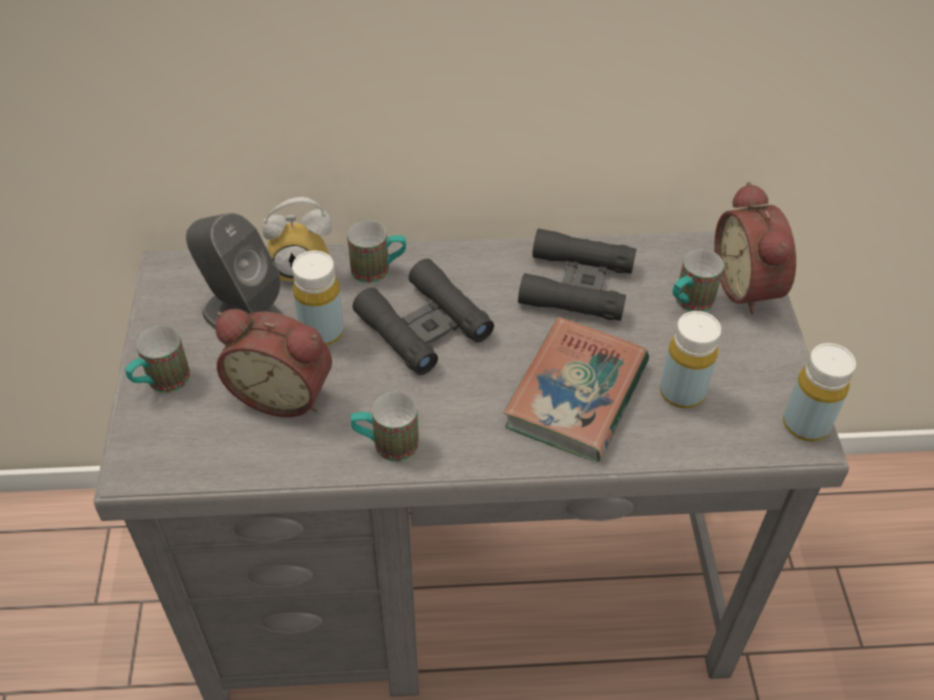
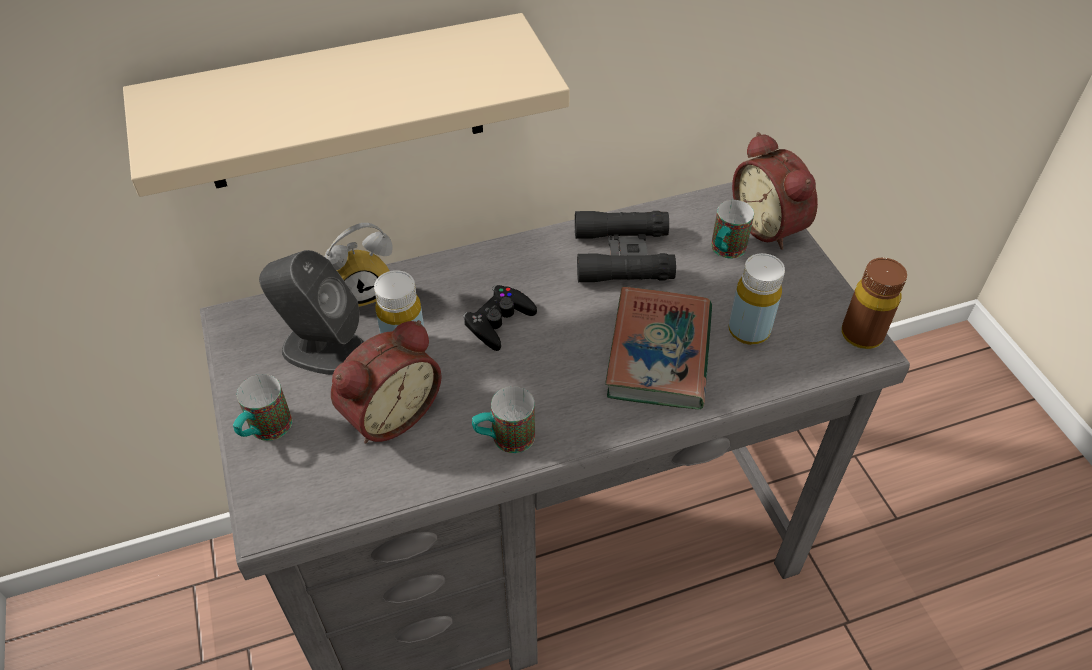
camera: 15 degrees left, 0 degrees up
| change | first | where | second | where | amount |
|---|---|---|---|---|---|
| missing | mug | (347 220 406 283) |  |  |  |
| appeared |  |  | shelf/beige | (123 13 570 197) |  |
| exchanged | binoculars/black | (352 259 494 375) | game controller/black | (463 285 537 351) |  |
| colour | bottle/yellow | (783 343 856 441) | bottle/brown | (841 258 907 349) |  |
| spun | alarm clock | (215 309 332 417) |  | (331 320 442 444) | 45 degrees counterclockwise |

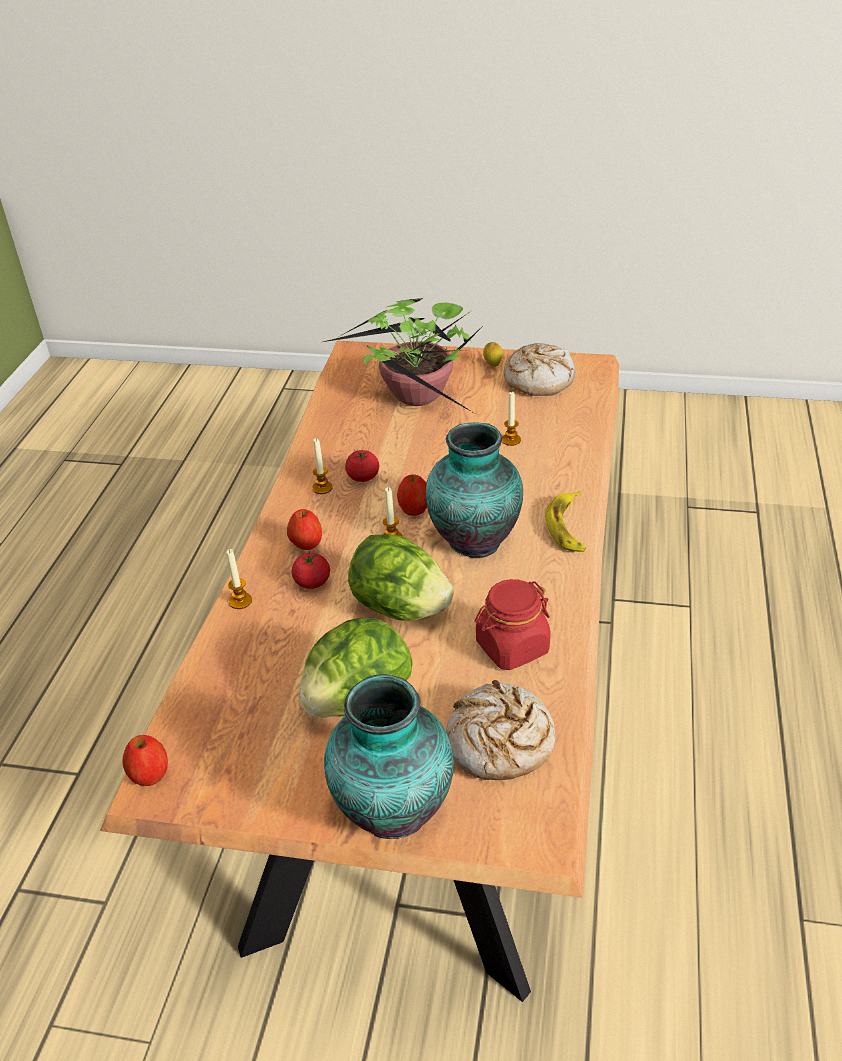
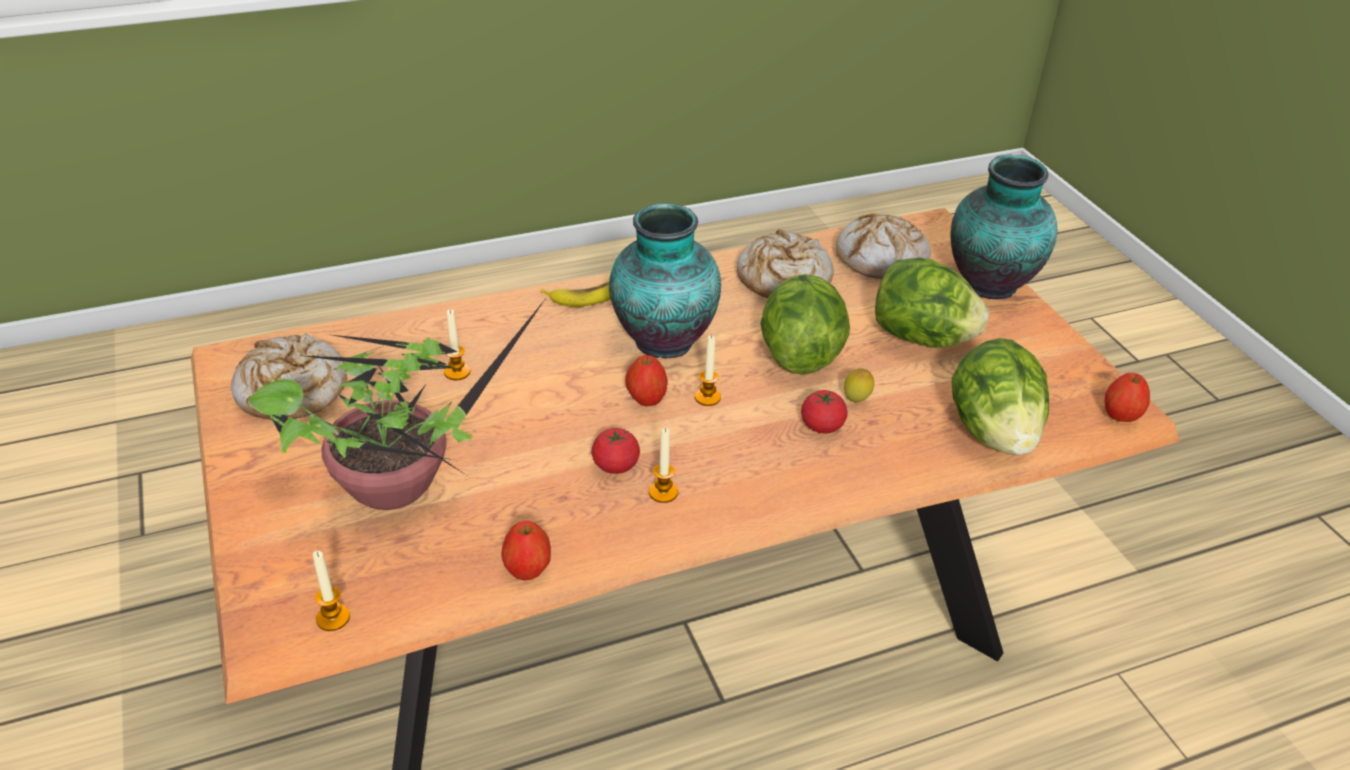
camera: 125 degrees left, 0 degrees up
| change | first | where | second | where | amount |
|---|---|---|---|---|---|
| appeared |  |  | lettuce | (952 338 1049 455) |  |
| relocated | candle | (227 549 252 609) |  | (313 551 350 631) |  |
| relocated | apple | (287 509 322 550) |  | (502 521 551 580) |  |
| relocated | lemon | (483 342 503 367) |  | (844 368 874 402) |  |
| exchanged | jar/red | (475 579 550 670) | bread | (737 229 834 298) |  |

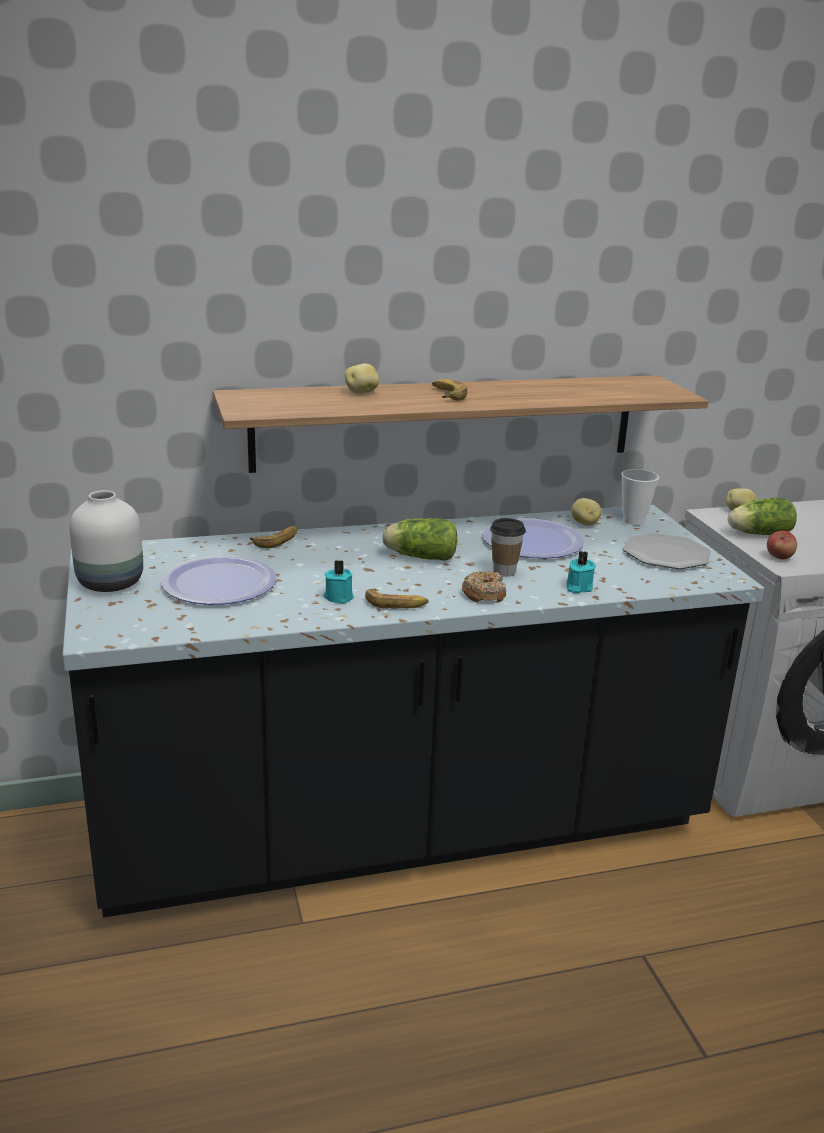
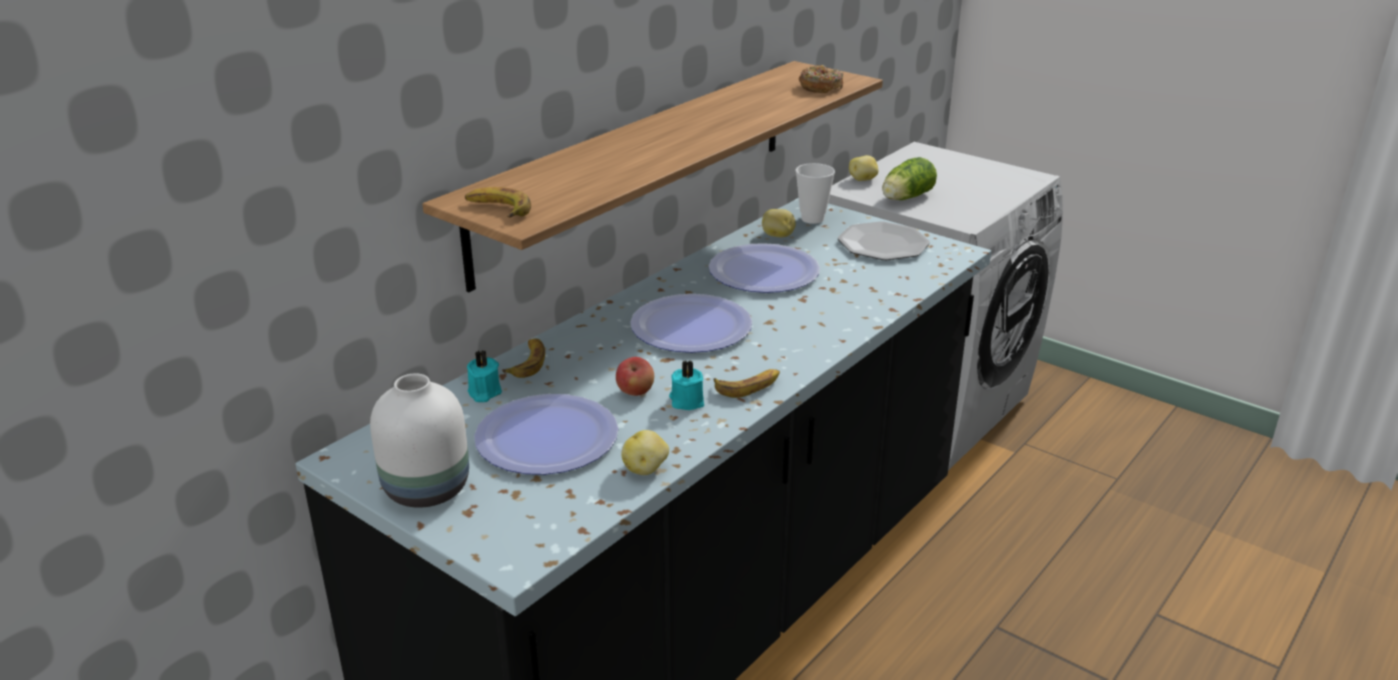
camera: 35 degrees left, 5 degrees up
| change | first | where | second | where | amount |
|---|---|---|---|---|---|
| missing | cup | (490 518 526 577) |  |  |  |
| relocated | potato | (345 363 379 394) |  | (621 430 669 475) |  |
| relocated | banana | (432 379 468 401) |  | (465 187 531 218) |  |
| relocated | donut | (462 571 506 603) |  | (799 65 843 93) |  |
| relocated | candle/turquoise | (566 551 596 594) |  | (467 350 502 402) |  |
| relocated | apple | (767 531 797 559) |  | (616 357 654 396) |  |
| exchanged | lettuce | (382 518 458 561) | plate | (630 294 752 353) |  |

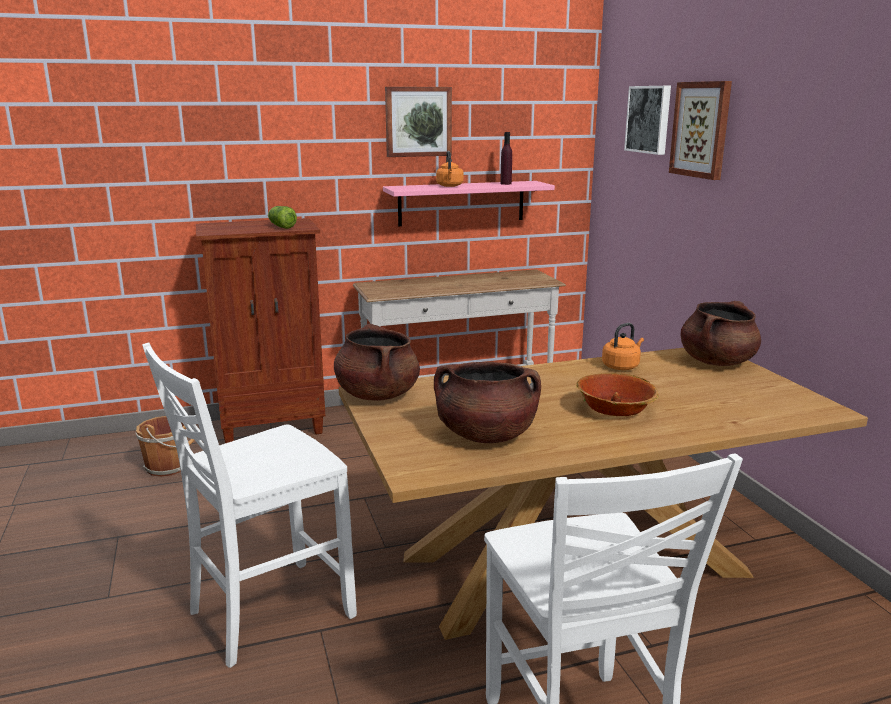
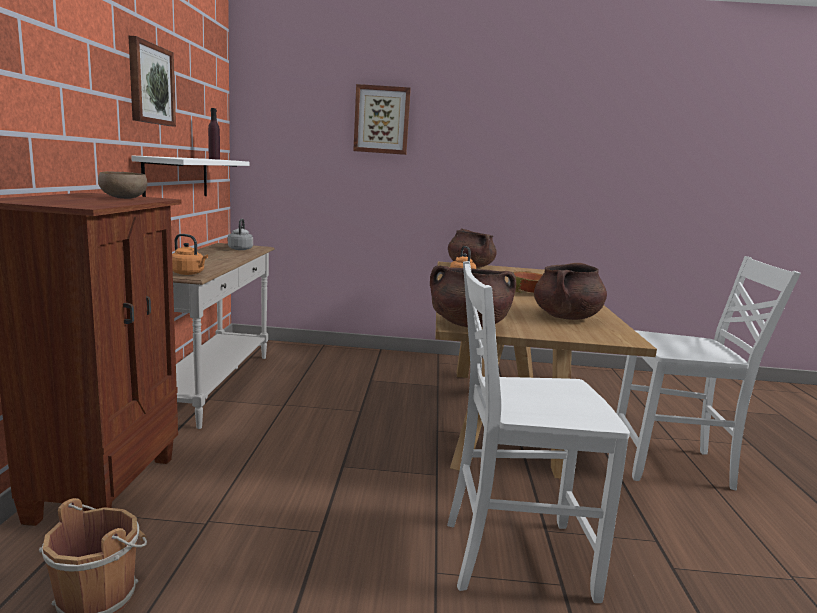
camera: 70 degrees left, 5 degrees down
| change | first | where | second | where | amount |
|---|---|---|---|---|---|
| missing | picture | (624 86 671 155) |  |  |  |
| appeared |  |  | kettle/grey | (228 219 253 250) |  |
| relocated | kettle/orange | (436 151 464 187) |  | (172 234 208 275) |  |
| exchanged | lettuce | (268 206 297 229) | bowl/brown | (98 171 147 199) |  |
| colour | shelf/pink | (383 181 555 226) | shelf/white | (131 155 249 197) |  |
| spun | chair/white | (142 342 357 668) |  | (447 261 630 603) | 105 degrees clockwise |

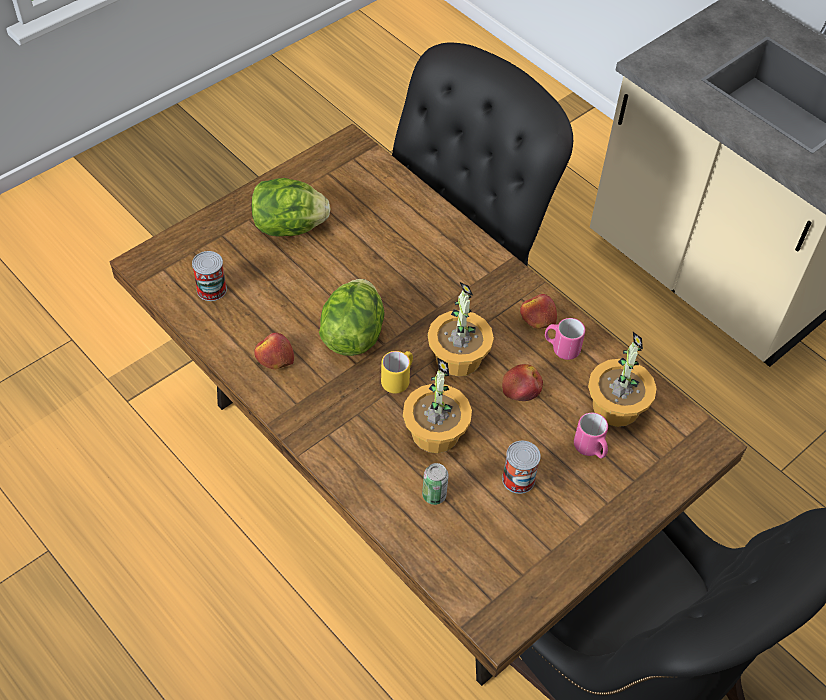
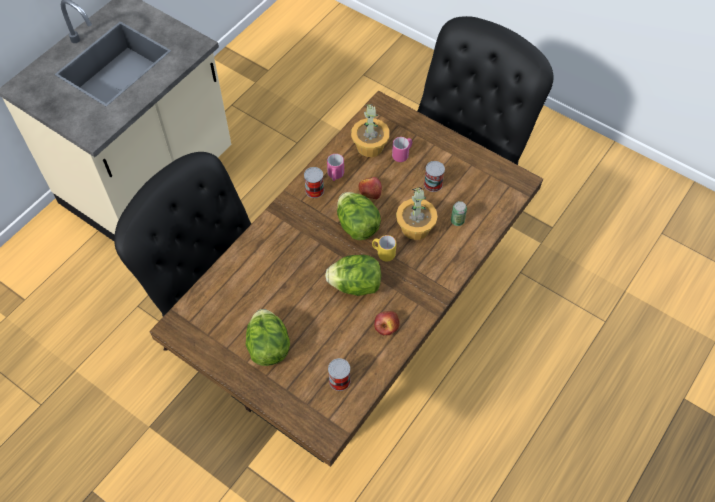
camera: 100 degrees left, 5 degrees up
| change | first | where | second | where | amount |
|---|---|---|---|---|---|
| exchanged | potted plant | (428 282 494 376) | lettuce | (337 192 381 240) |  |
| exchanged | apple | (520 294 557 329) | can | (304 167 324 198) |  |

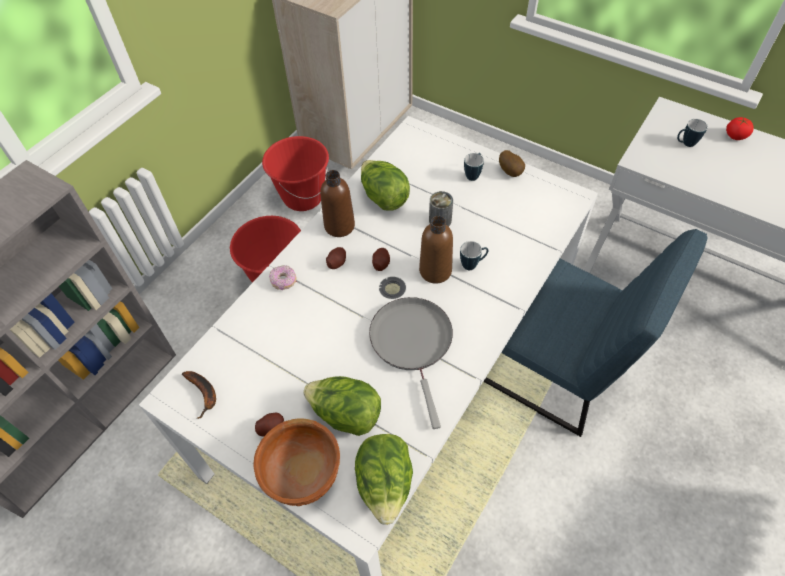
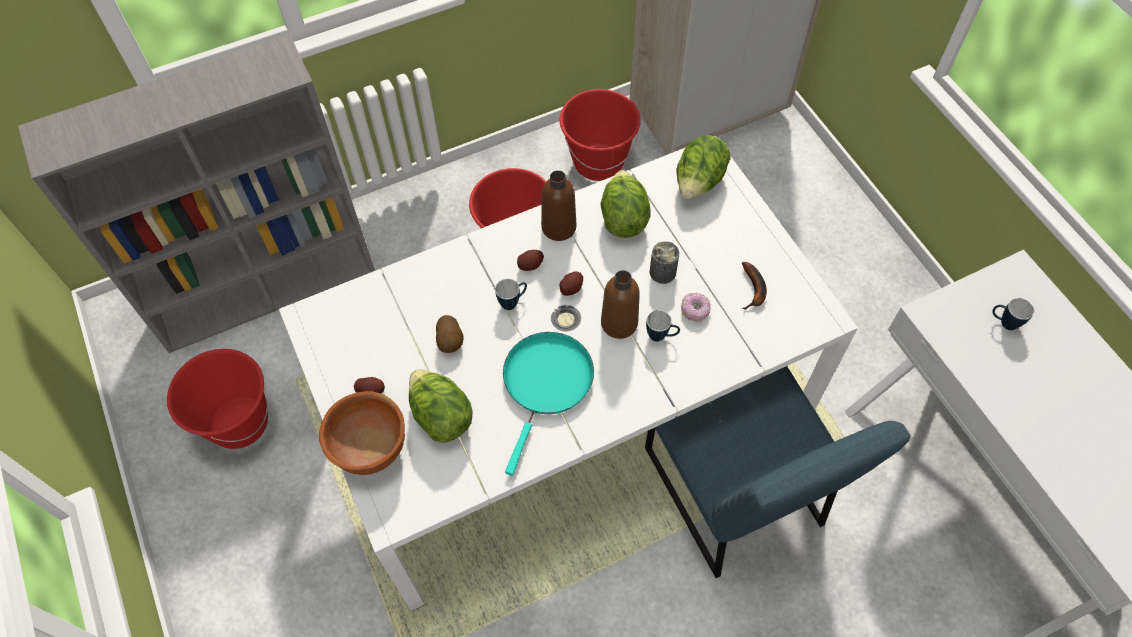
camera: 30 degrees right, 5 degrees up
| change | first | where | second | where | amount |
|---|---|---|---|---|---|
| missing | tomato | (726 117 754 140) |  |  |  |
| appeared |  |  | bucket/red | (167 349 268 449) |  |
| relocated | banana | (181 371 216 419) |  | (742 262 767 310) |  |
| relocated | donut | (269 265 296 291) |  | (681 293 711 321) |  |
| relocated | lettuce | (355 434 413 525) |  | (677 135 731 199) |  |
| relocated | mug | (464 153 484 181) |  | (495 279 527 310) |  |
| relocated | potato | (499 150 525 177) |  | (436 315 464 353) |  |
| colour | frying pan/grey | (369 297 453 429) | frying pan/turquoise | (503 332 594 476) |  |

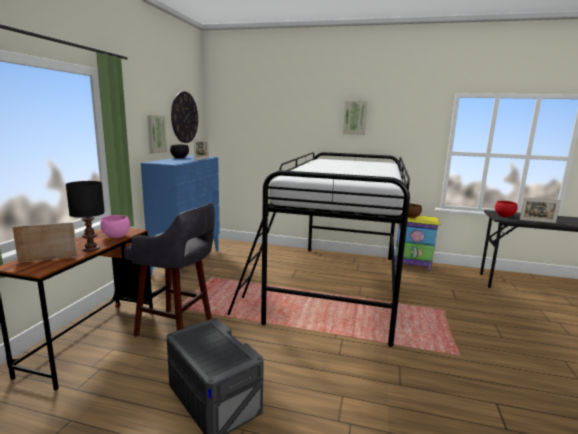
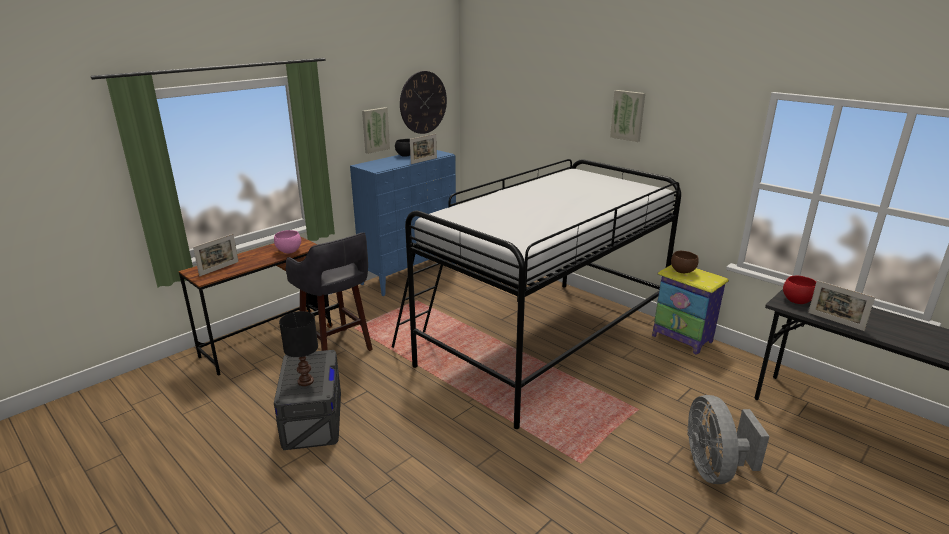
camera: 30 degrees right, 10 degrees up
| change | first | where | second | where | amount |
|---|---|---|---|---|---|
| appeared |  |  | fan/grey | (687 395 770 484) |  |
| relocated | table lamp/black | (66 181 105 252) |  | (279 311 318 386) |  |
| spun | picture frame | (12 222 77 263) |  | (193 234 239 276) | 120 degrees clockwise |

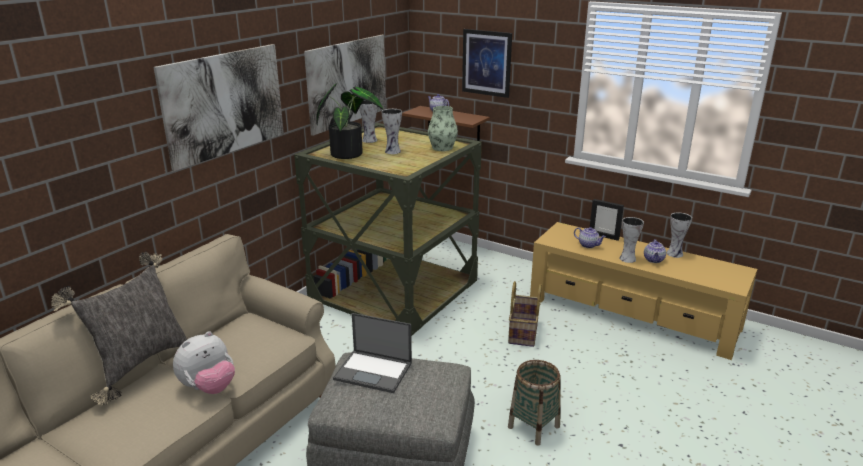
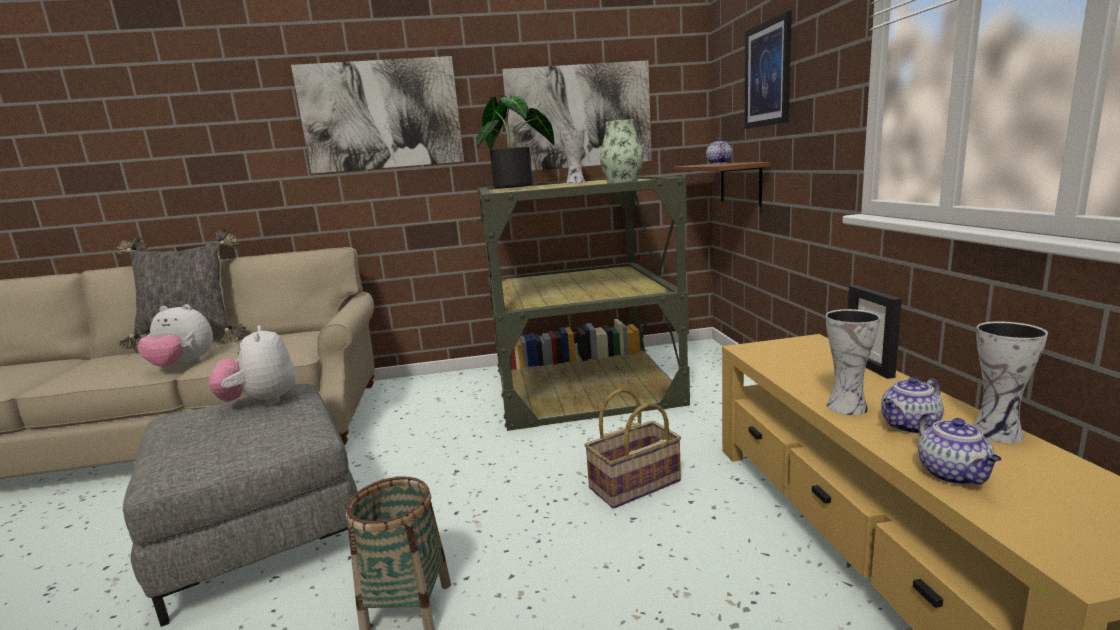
camera: 50 degrees right, 10 degrees down
| change | first | where | second | where | amount |
|---|---|---|---|---|---|
| missing | vase | (382 109 402 154) |  |  |  |
| relocated | teapot | (574 227 606 248) |  | (918 412 1002 485) |  |
| exchanged | laptop | (333 313 412 393) | plush toy | (209 325 296 405) |  |

